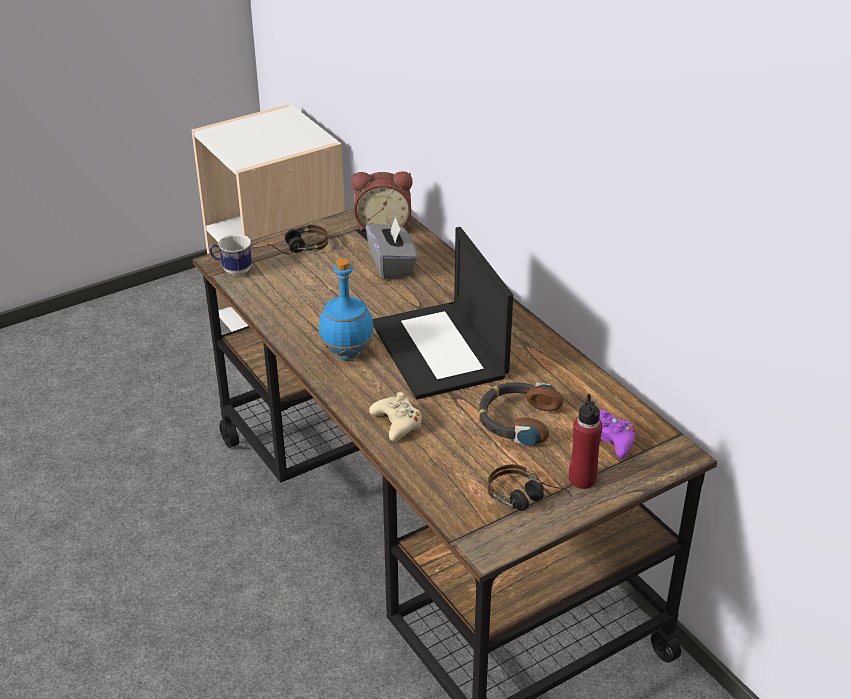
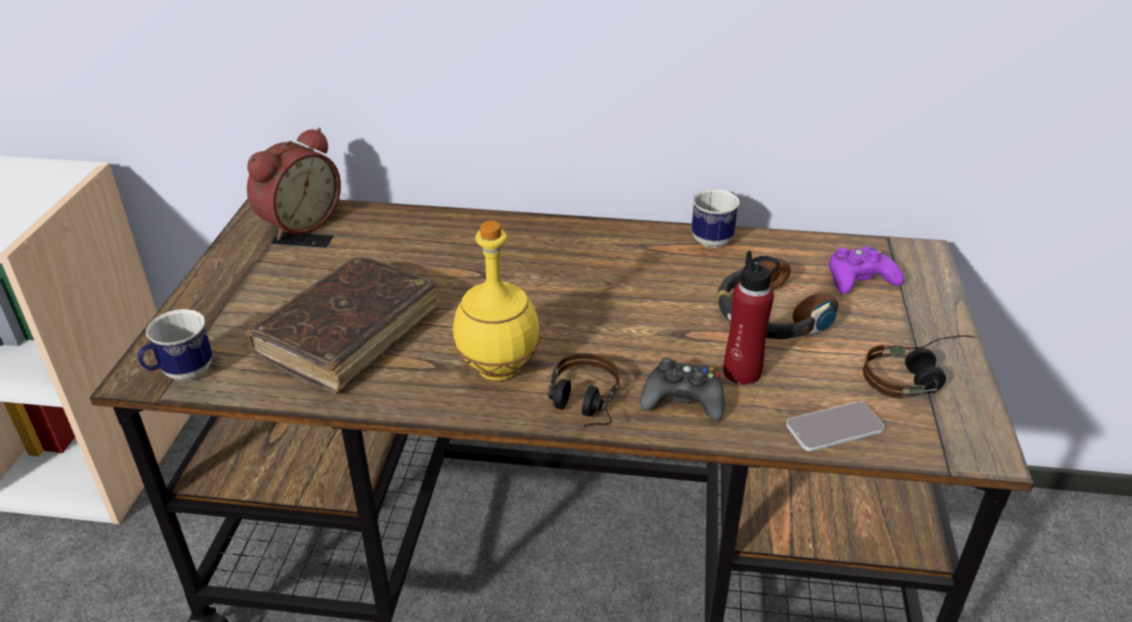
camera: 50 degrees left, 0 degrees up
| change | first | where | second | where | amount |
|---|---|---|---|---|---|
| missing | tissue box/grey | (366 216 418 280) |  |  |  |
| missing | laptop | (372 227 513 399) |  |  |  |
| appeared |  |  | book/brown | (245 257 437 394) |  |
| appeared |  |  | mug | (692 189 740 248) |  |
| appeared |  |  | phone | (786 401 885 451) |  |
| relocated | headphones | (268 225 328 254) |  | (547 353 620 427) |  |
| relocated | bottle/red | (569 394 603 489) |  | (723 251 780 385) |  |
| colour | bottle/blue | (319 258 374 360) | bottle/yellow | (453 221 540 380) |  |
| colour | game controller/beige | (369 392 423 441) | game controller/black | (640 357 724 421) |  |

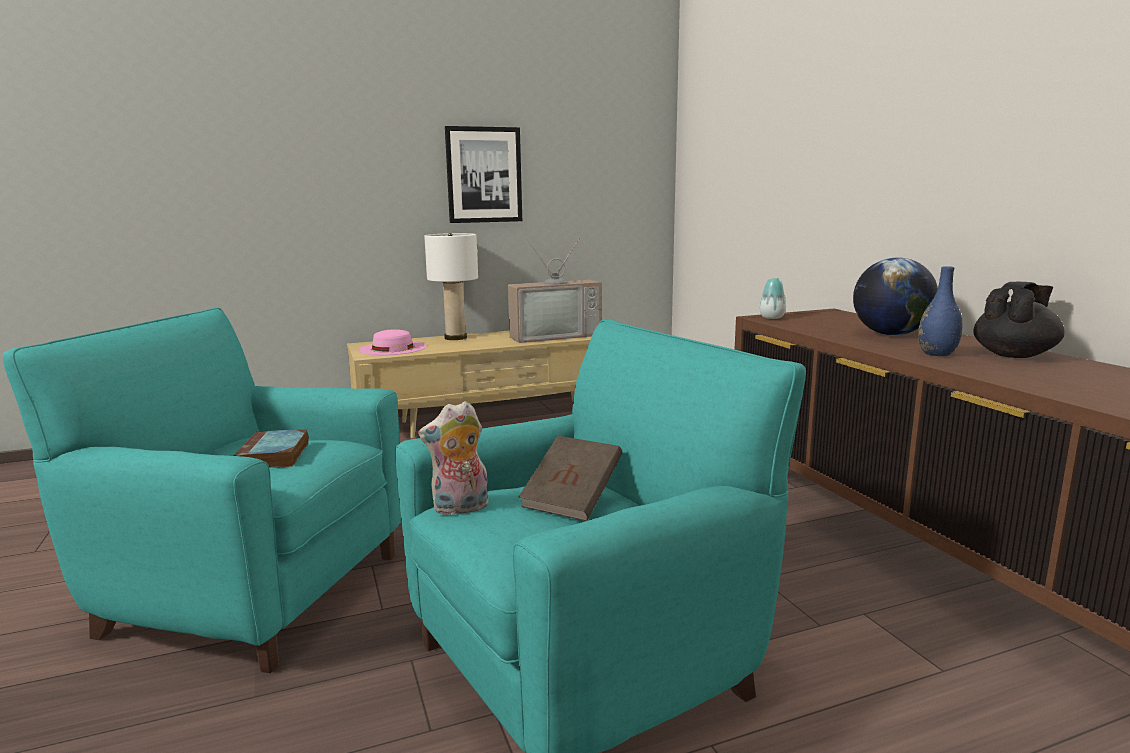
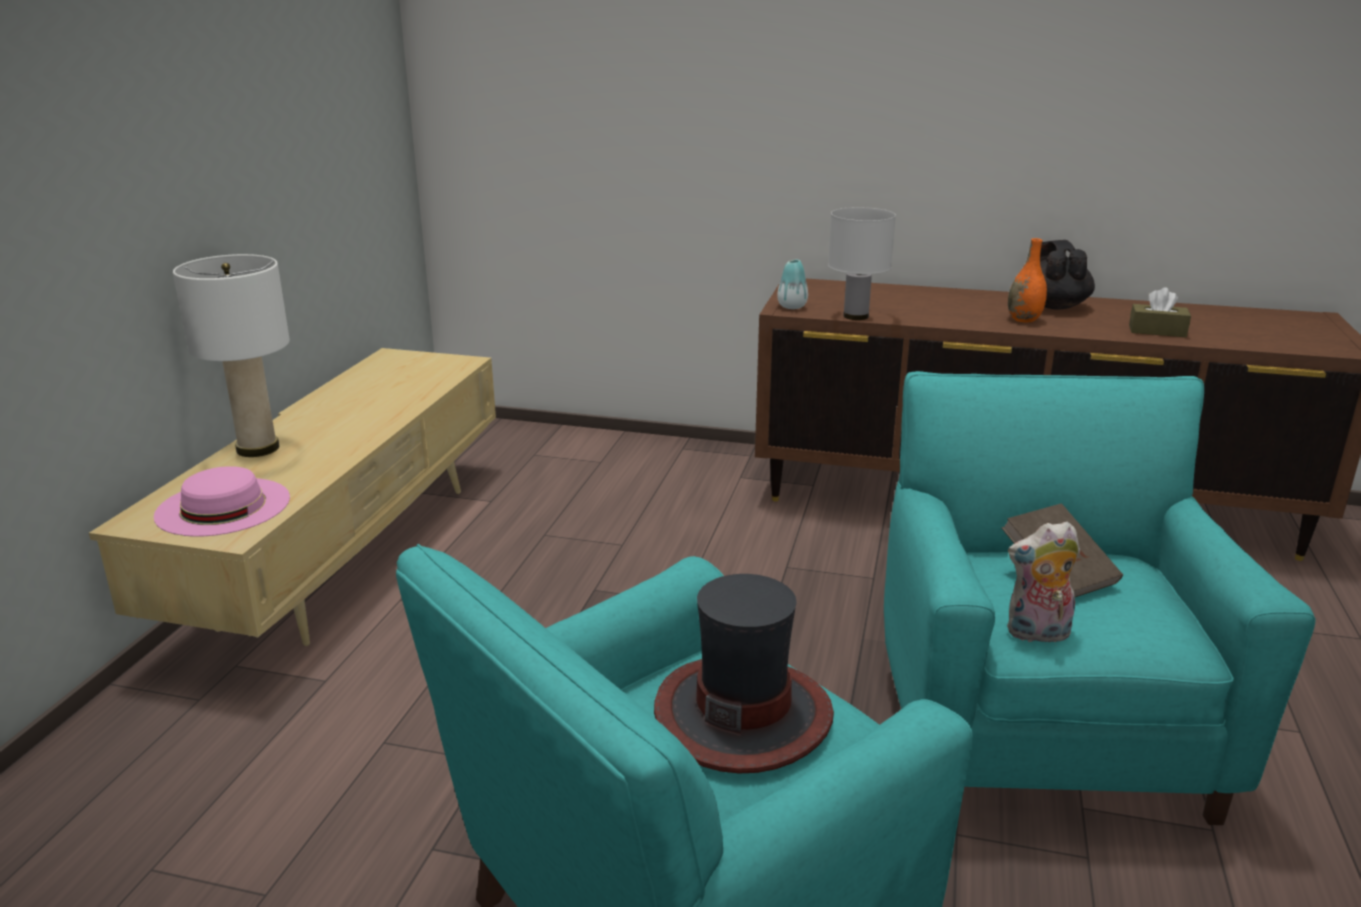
camera: 55 degrees left, 10 degrees up
| change | first | where | second | where | amount |
|---|---|---|---|---|---|
| missing | picture | (445 126 522 223) |  |  |  |
| missing | television | (508 236 602 343) |  |  |  |
| missing | globe | (853 257 938 335) |  |  |  |
| appeared |  |  | table lamp/white | (828 207 896 320) |  |
| appeared |  |  | tissue box/brown | (1129 287 1191 337) |  |
| exchanged | book | (234 429 309 468) | hat | (654 574 834 773) |  |
| colour | vase/blue | (918 266 963 356) | vase/orange | (1008 238 1047 323) |  |
| spun | plush toy | (418 401 488 516) |  | (1007 521 1080 642) | 75 degrees clockwise |

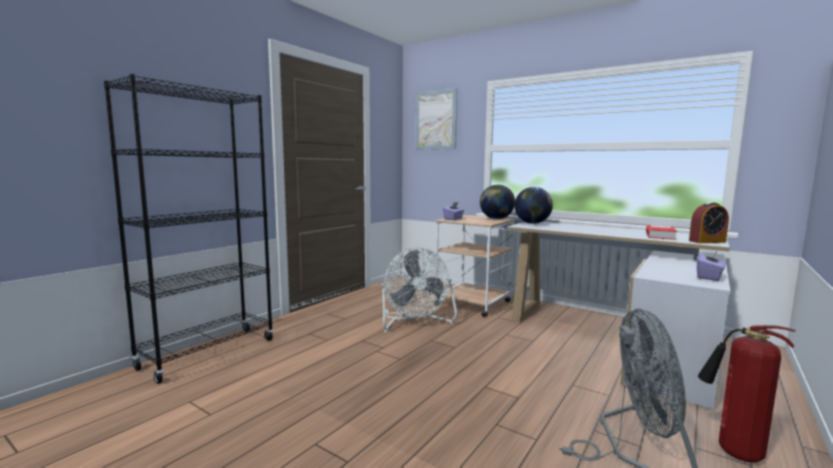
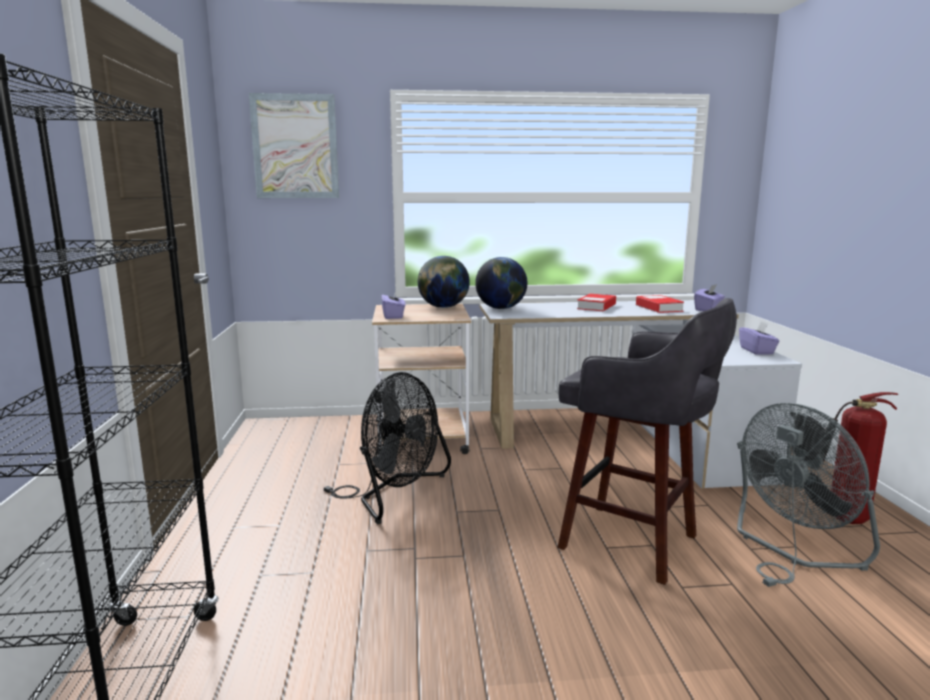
camera: 40 degrees left, 5 degrees up
| change | first | where | second | where | amount |
|---|---|---|---|---|---|
| appeared |  |  | stool/grey | (558 298 737 585) |  |
| appeared |  |  | book | (577 294 616 311) |  |
| exchanged | alarm clock | (689 202 729 243) | tissue box/purple | (694 284 725 311) |  |
| colour | fan/white | (381 247 457 333) | fan/black | (324 372 451 525) |  |

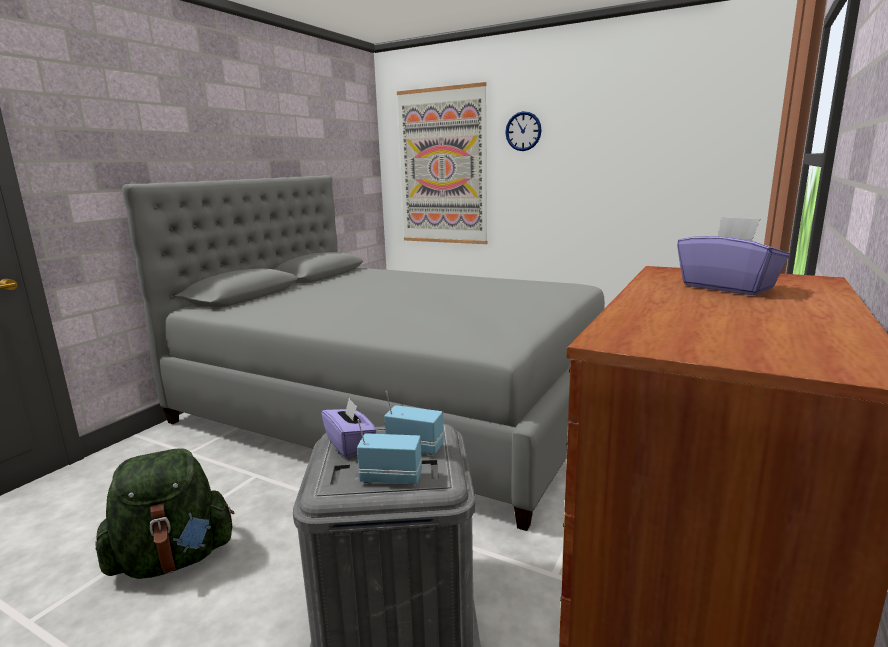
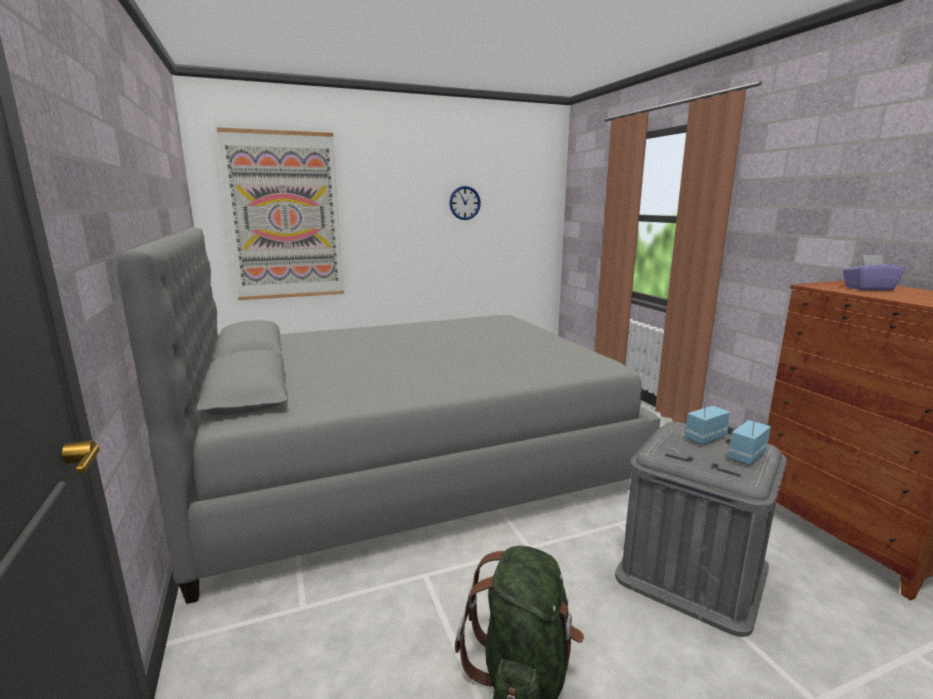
camera: 50 degrees left, 0 degrees up
| change | first | where | second | where | amount |
|---|---|---|---|---|---|
| missing | tissue box/purple | (321 398 377 458) |  |  |  |
| relocated | wall clock | (505 111 542 151) |  | (449 186 481 220) |  |

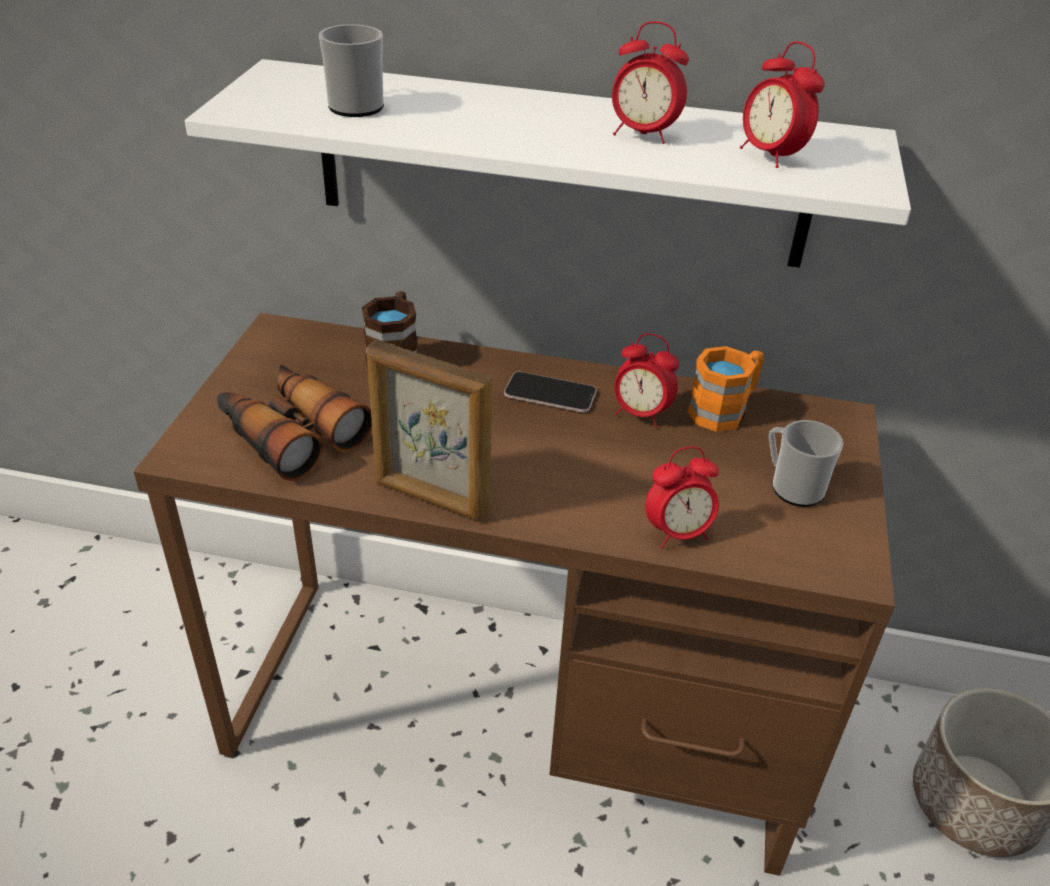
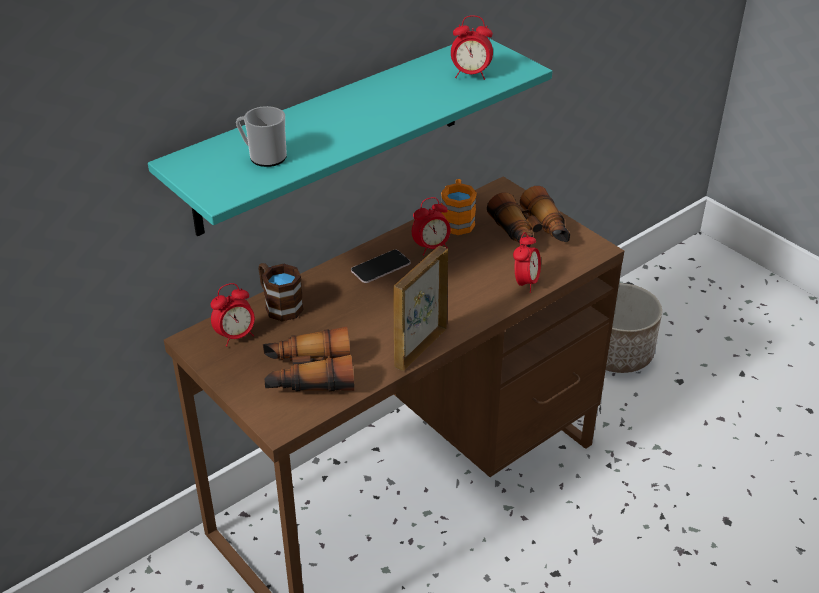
camera: 50 degrees left, 0 degrees up
| change | first | where | second | where | amount |
|---|---|---|---|---|---|
| relocated | alarm clock | (612 21 689 144) |  | (210 283 255 347) |  |
| exchanged | mug | (769 420 843 507) | binoculars | (487 186 570 248) |  |
| colour | shelf/white | (185 59 911 268) | shelf/turquoise | (148 37 552 236) |  |
| spun | picture frame | (367 339 493 522) |  | (393 246 448 371) | 150 degrees clockwise |

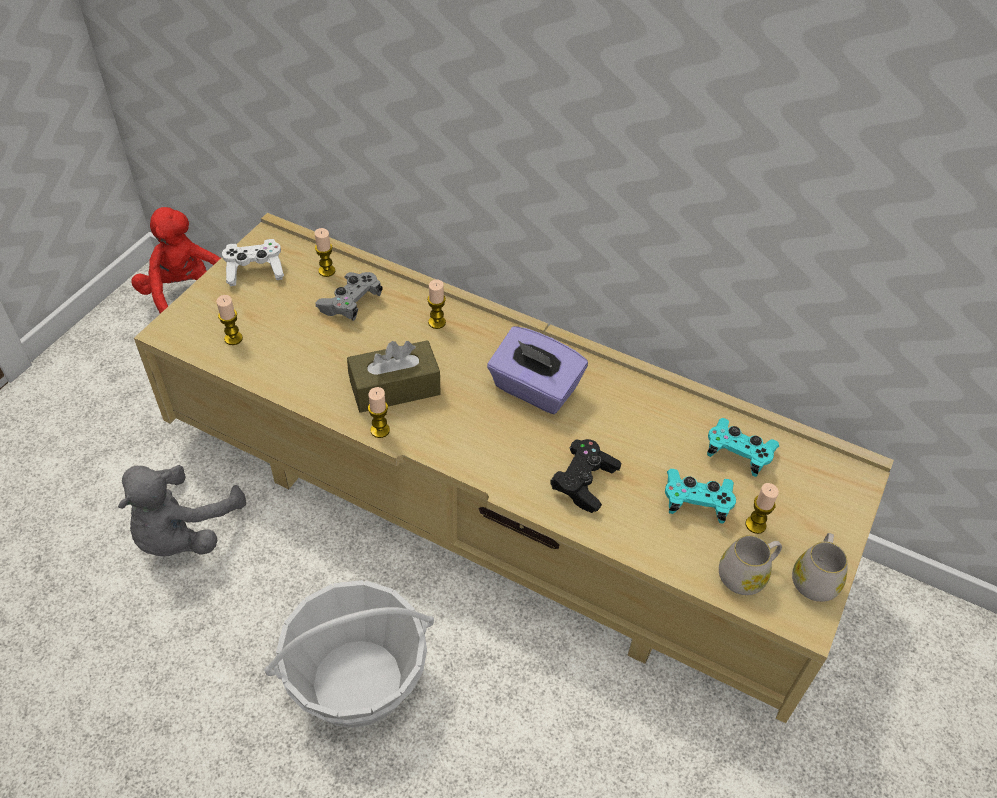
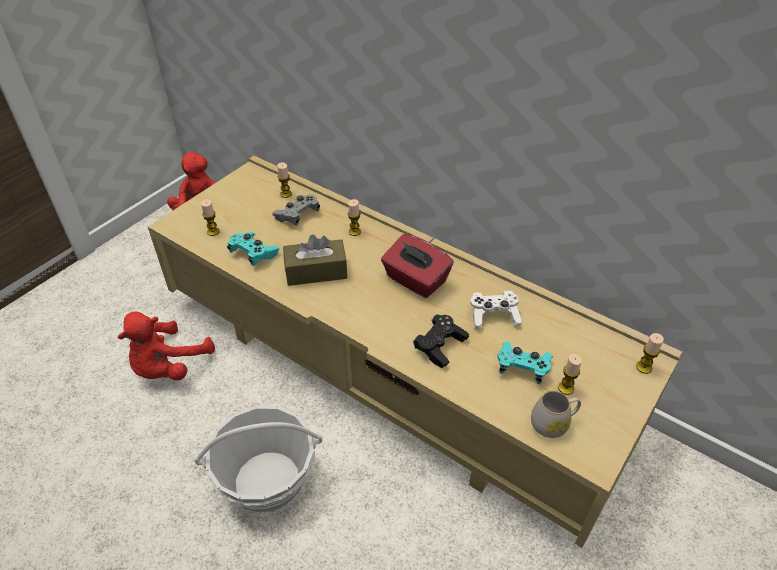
camera: 10 degrees right, 5 degrees down
| change | first | where | second | where | amount |
|---|---|---|---|---|---|
| missing | mug/white | (792 533 848 602) |  |  |  |
| relocated | game controller/white | (222 239 284 286) |  | (470 290 522 329) |  |
| relocated | candle | (368 387 390 438) |  | (636 333 664 374) |  |
| relocated | game controller/turquoise | (707 418 779 477) |  | (227 232 279 266) |  |
| colour | plush toy/grey | (118 465 246 556) | plush toy/red | (118 311 215 380) |  |
| colour | tissue box/purple | (487 326 588 414) | tissue box/red | (381 234 454 298) |  |

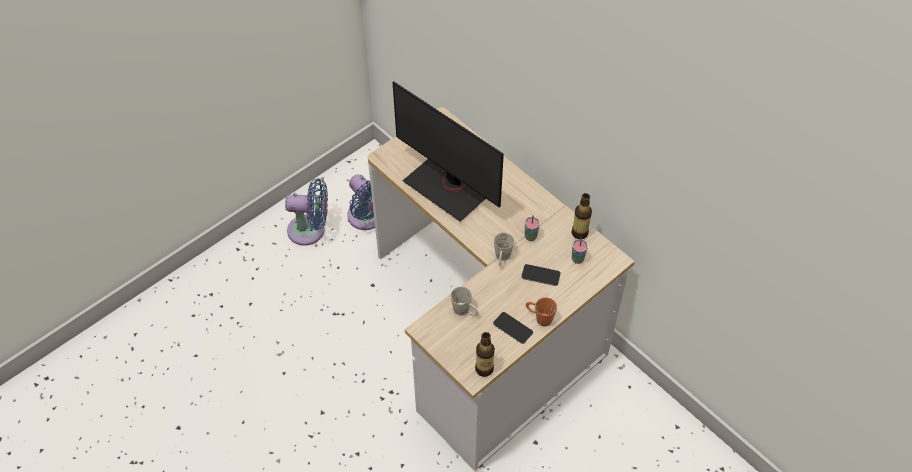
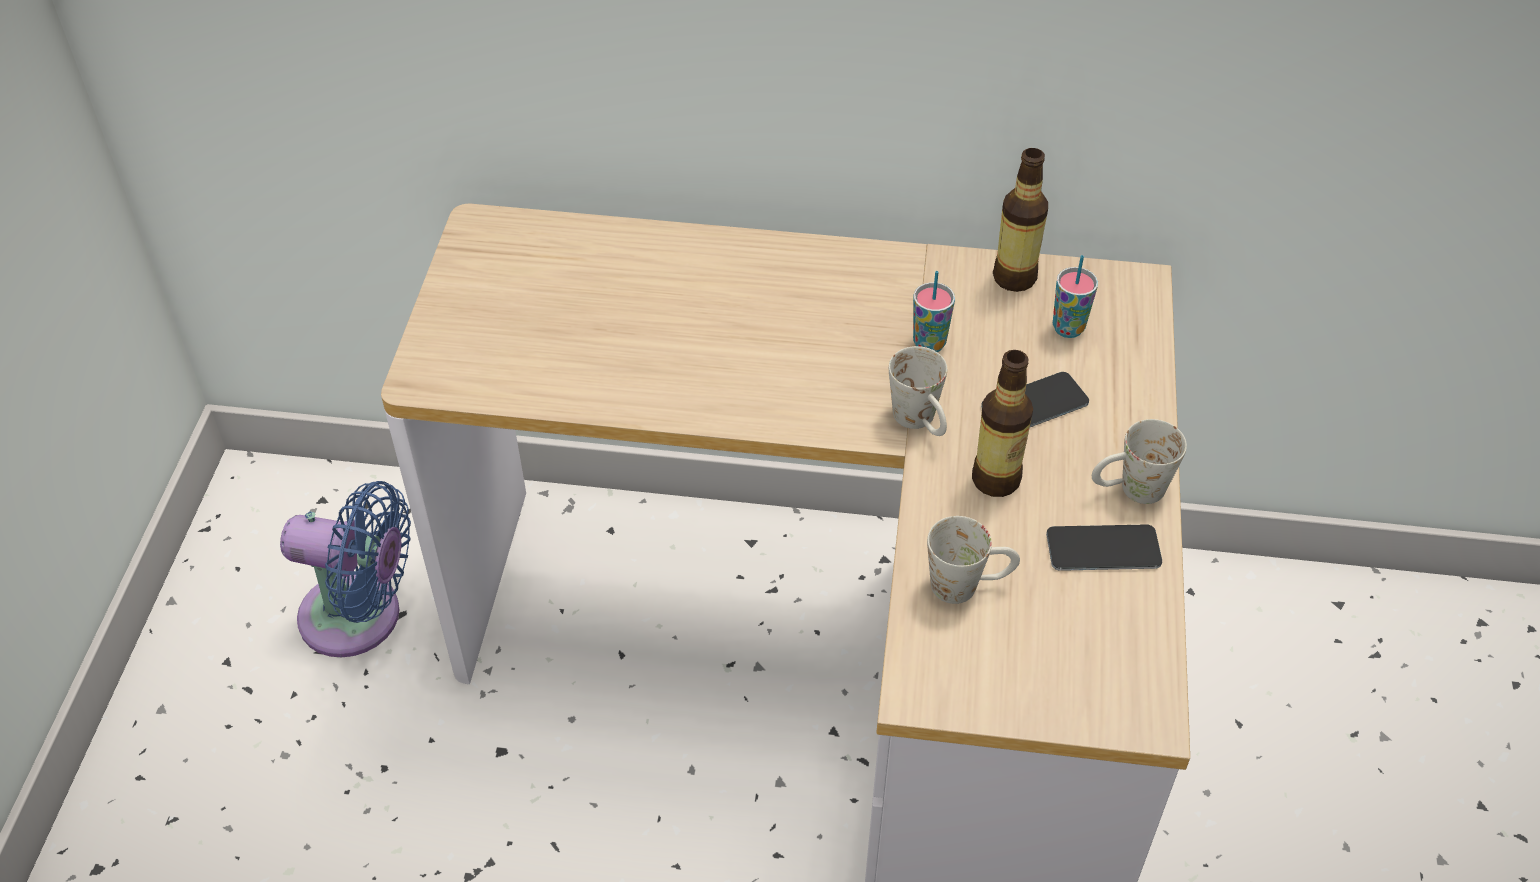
camera: 40 degrees left, 5 degrees down
| change | first | where | second | where | amount |
|---|---|---|---|---|---|
| missing | fan/blue | (285 178 328 246) |  |  |  |
| missing | monitor | (392 81 504 222) |  |  |  |
| relocated | bottle | (475 332 495 377) |  | (972 350 1033 497) |  |
| colour | mug/orange | (526 297 557 326) | mug/white | (1092 419 1187 504) |  |

